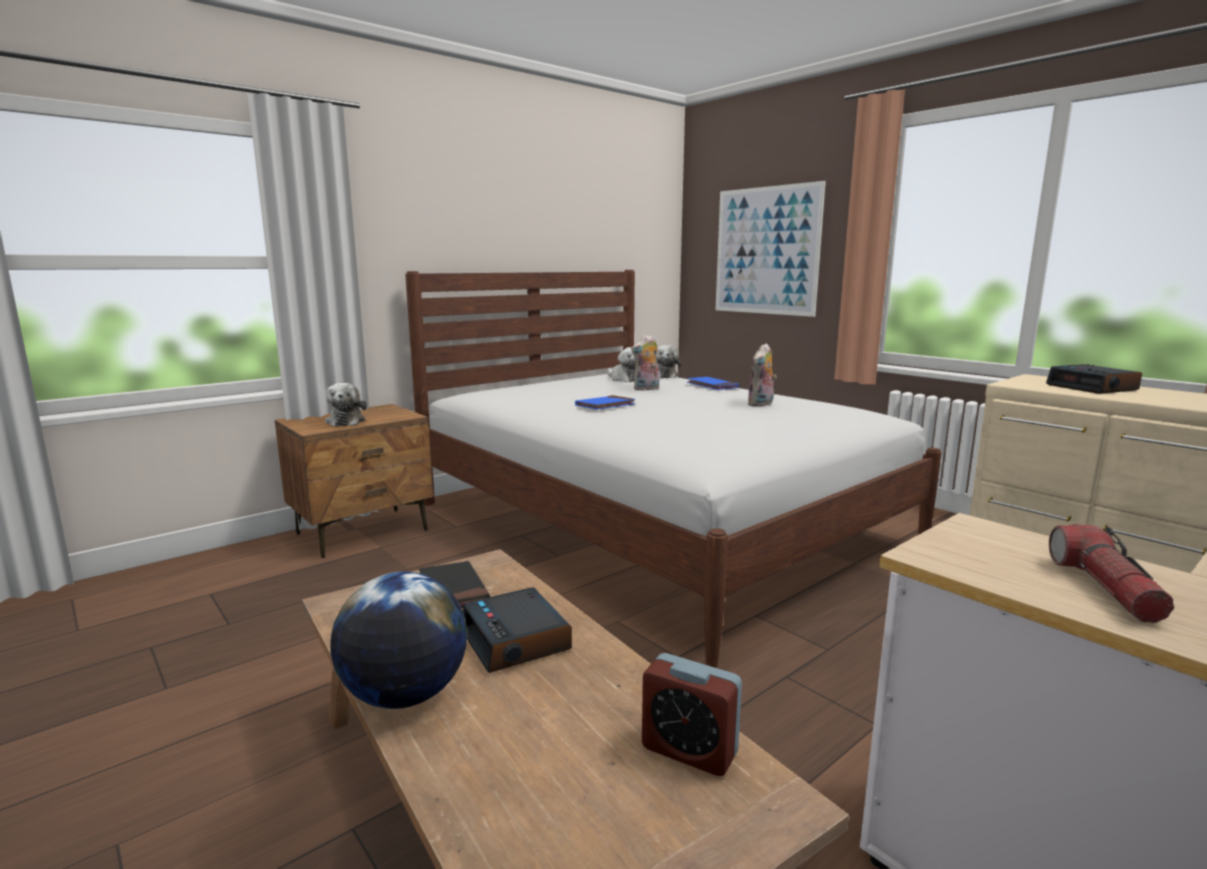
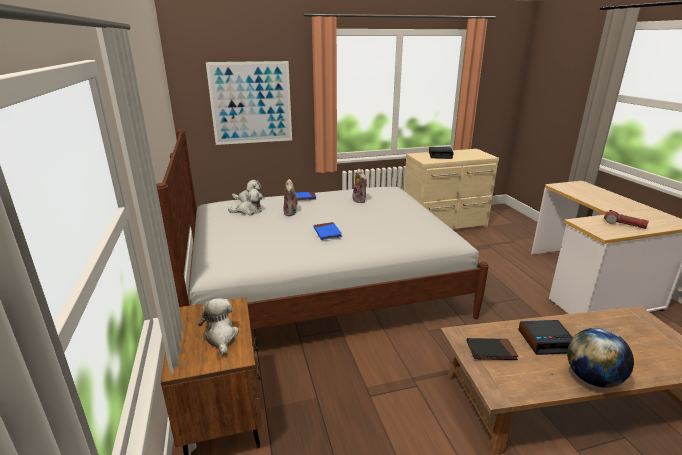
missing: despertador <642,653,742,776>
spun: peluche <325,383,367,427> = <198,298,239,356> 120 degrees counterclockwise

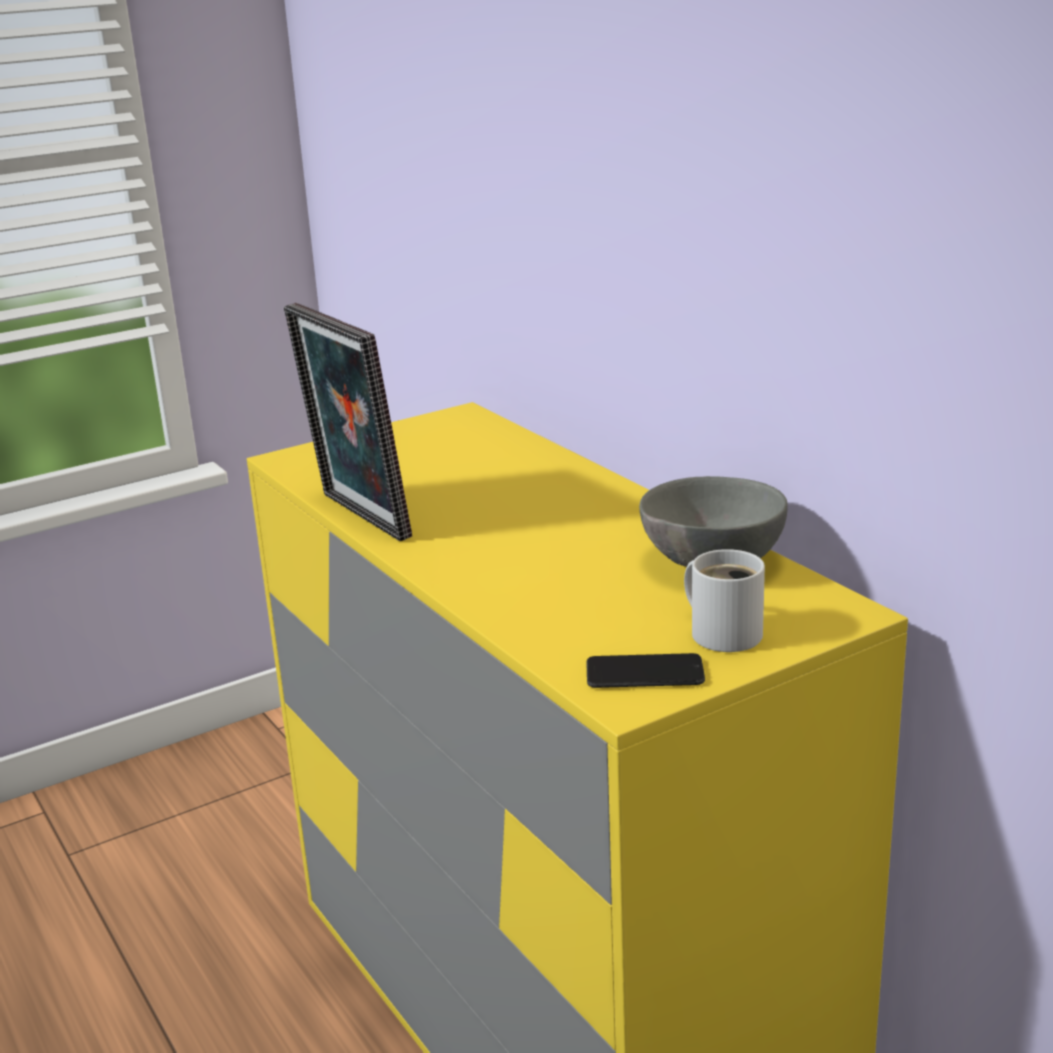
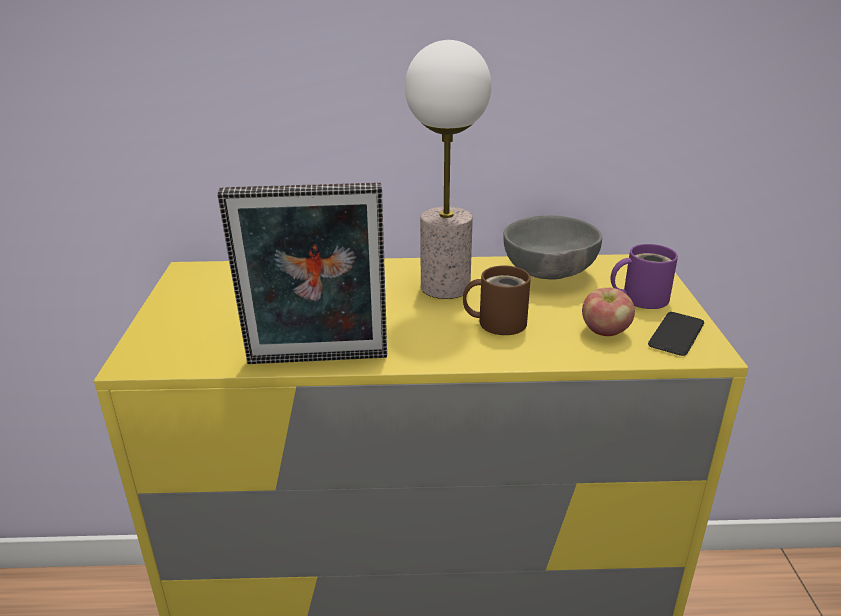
appeared: lámpara de mesa <405,40,491,299>; taza grande/marrón <463,266,531,335>; manzana <582,288,635,336>
colour: taza grande/blanco <684,549,765,652> to taza grande/morado <610,244,678,309>

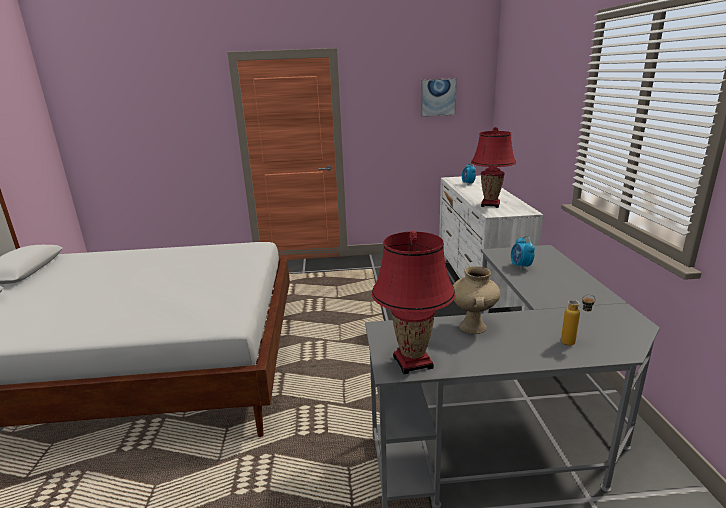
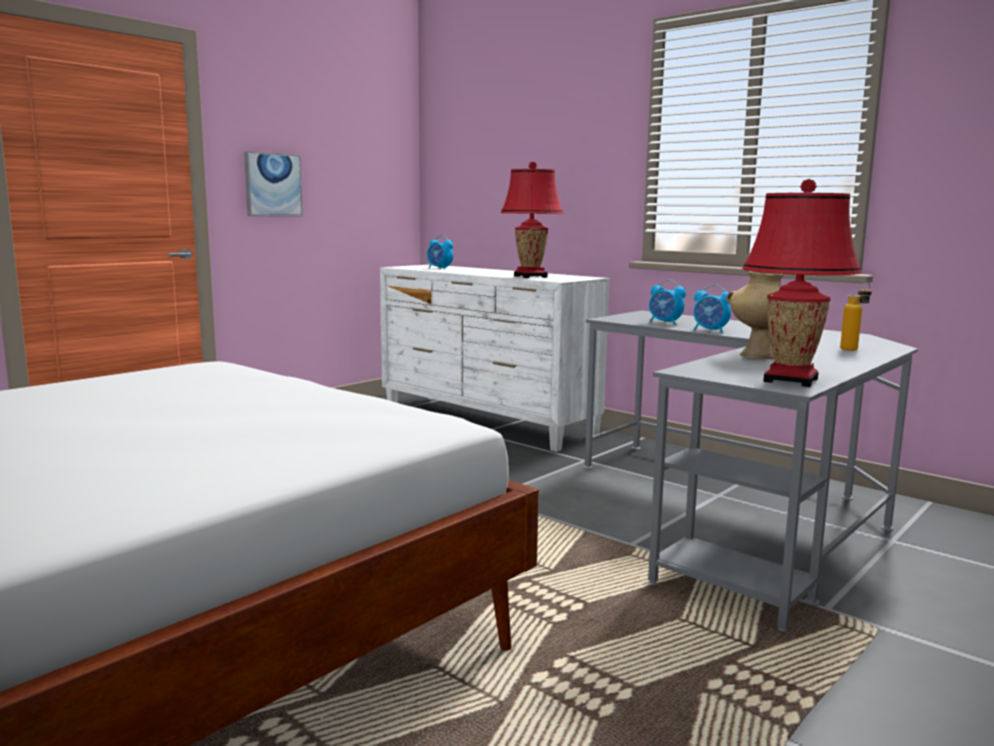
appeared: despertador <694,284,731,333>
relocated: cuadro <421,78,457,117> to <244,151,303,216>

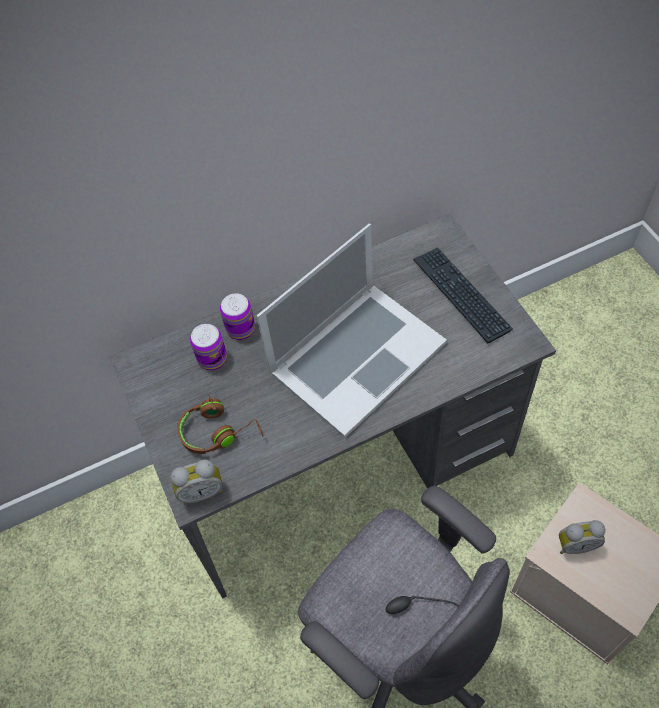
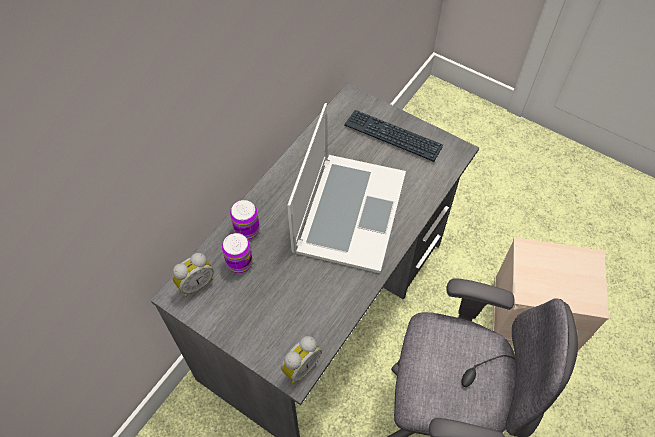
missing: auriculares/marrón <177,395,263,454>
relocated: despertador <559,520,605,554> to <172,253,214,297>

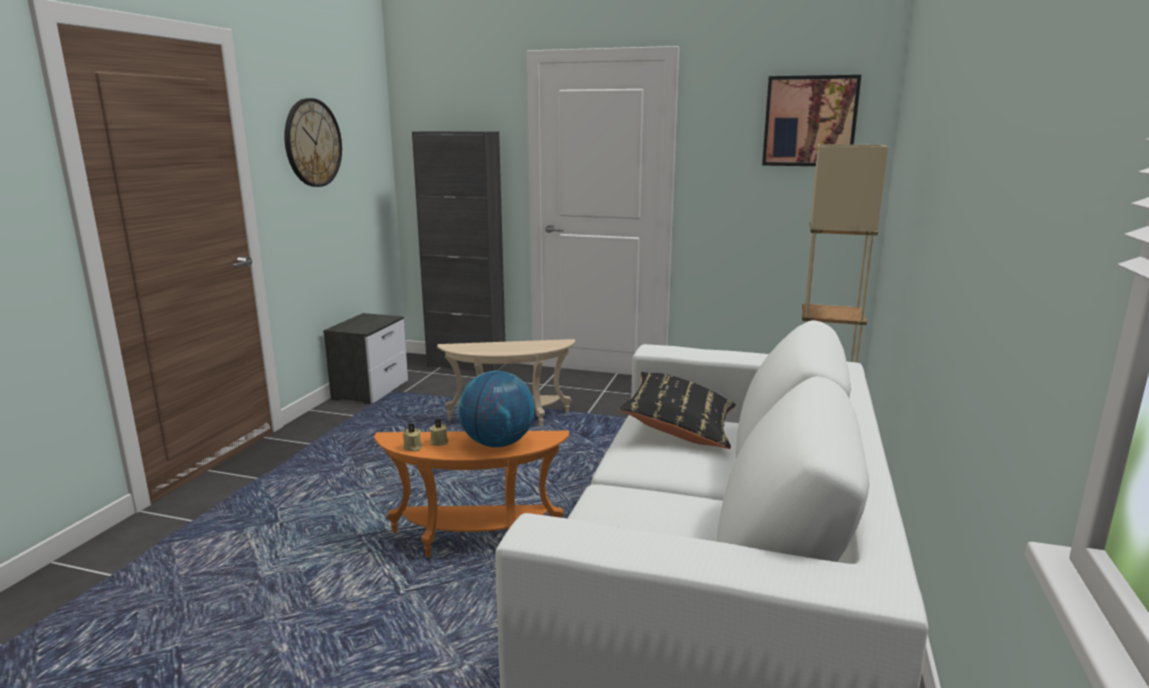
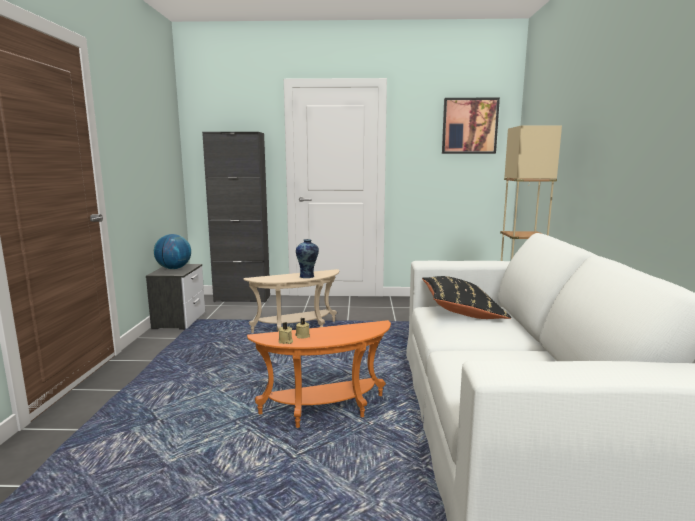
missing: reloj de pared <284,98,342,187>
appeared: florero <296,239,319,278>
relocated: globo terráqueo <458,371,535,447> to <154,234,191,269>

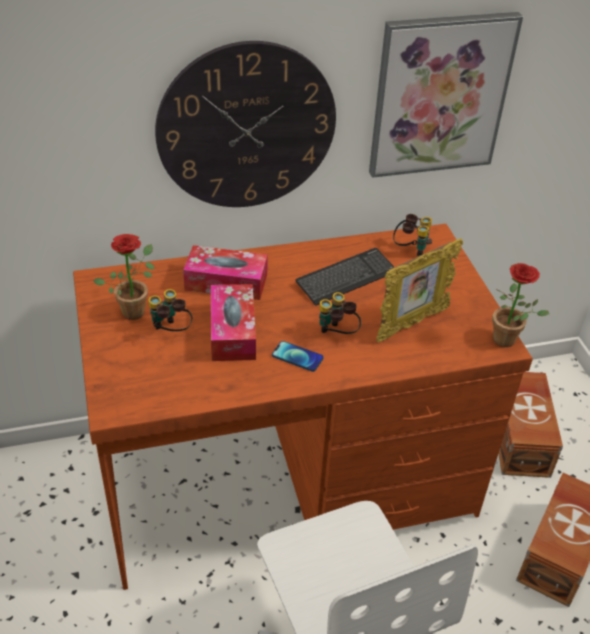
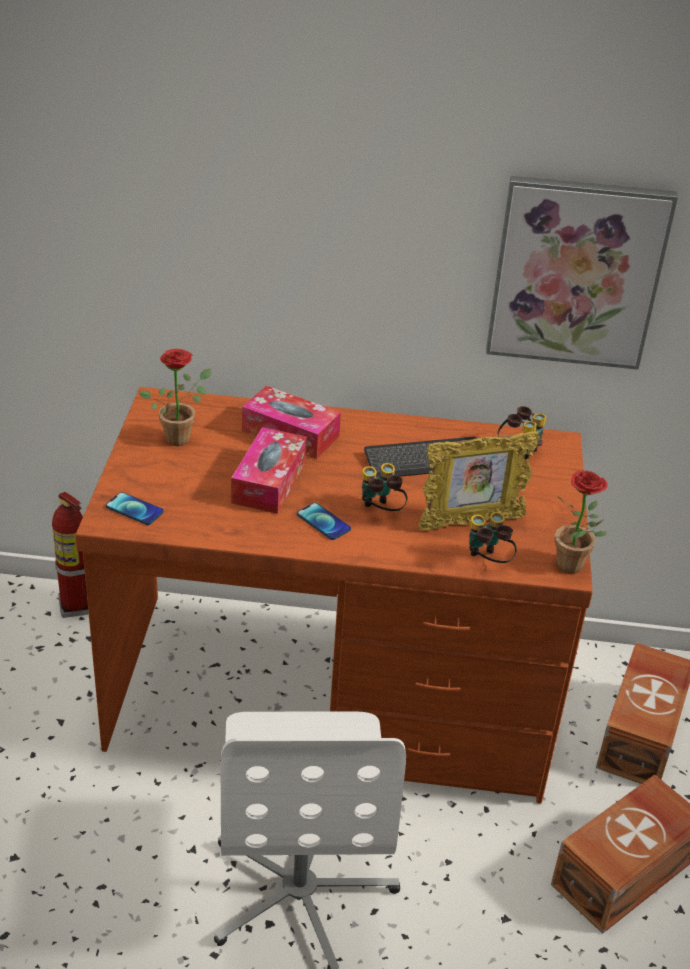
missing: reloj de pared <155,41,336,207>
appeared: extintor <52,492,89,618>; móvil <106,492,164,525>
relocated: prismáticos <148,289,192,331> to <469,512,517,563>

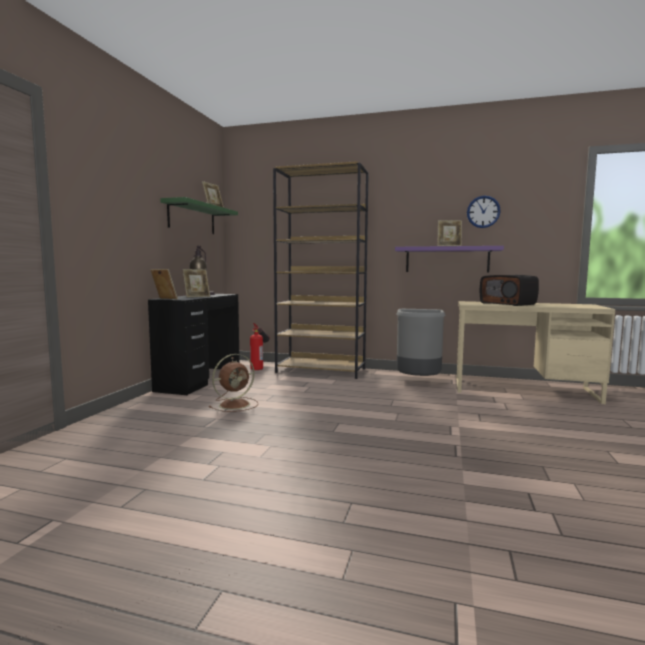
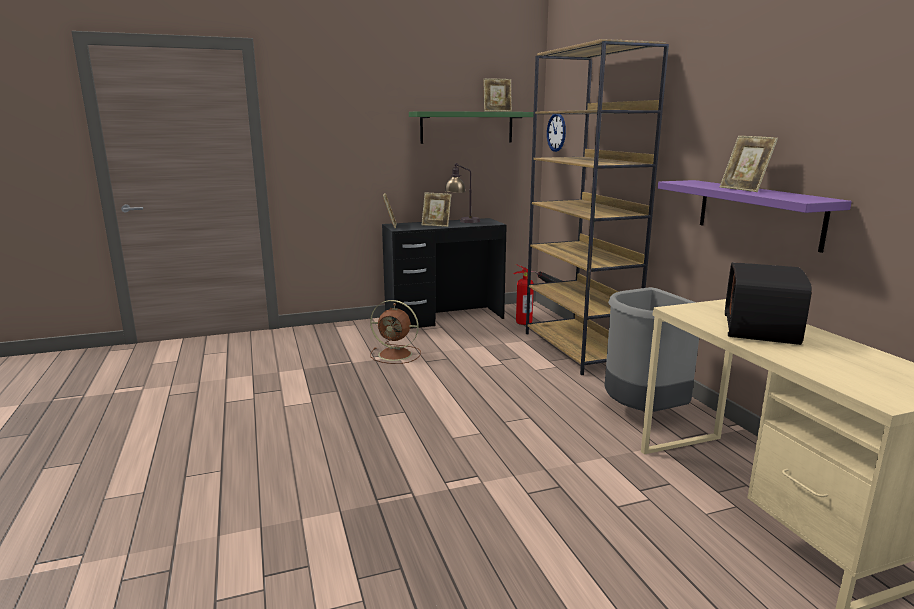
relocated: reloj de pared <467,196,501,228> to <547,114,566,152>

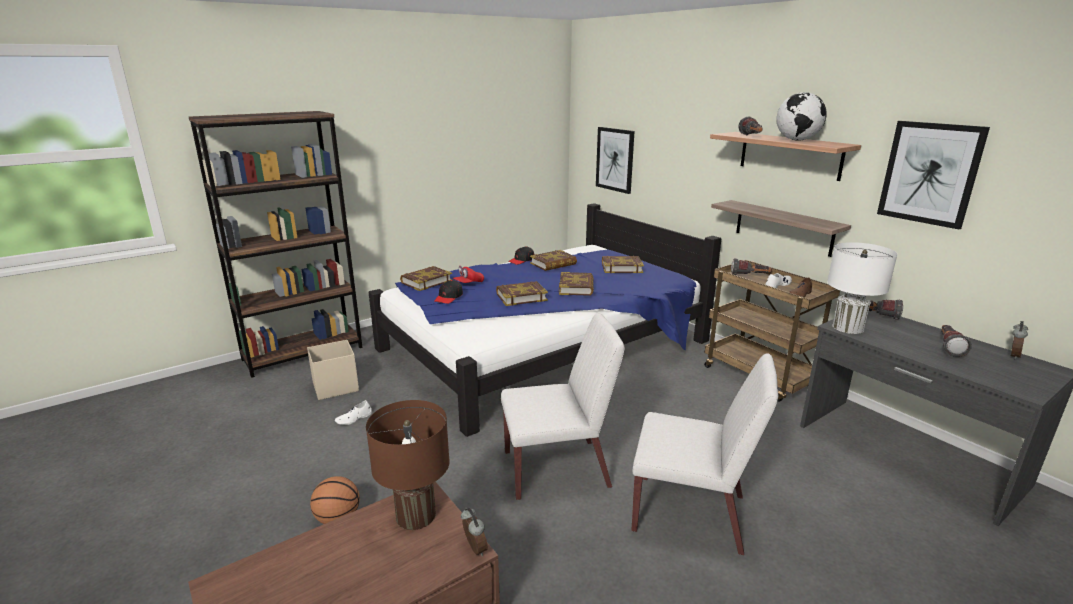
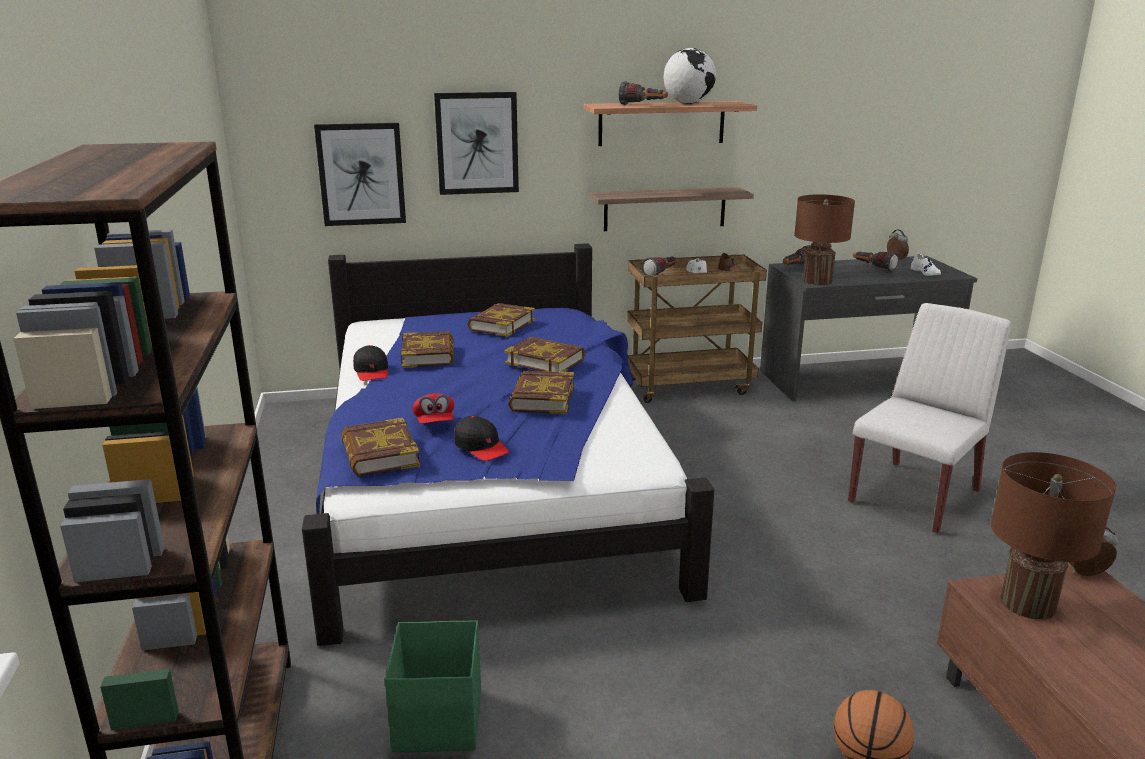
missing: silla/blanco <501,313,624,500>
relocated: cuadro <877,121,990,229> to <434,92,519,195>; zapato/blanco <335,400,372,425> to <911,253,941,276>
colour: lámpara de mesa/blanco <827,242,897,334> to lámpara de mesa/marrón <794,194,855,285>; caja de almacenaje/beis <307,340,359,400> to caja de almacenaje/verde <385,620,481,753>

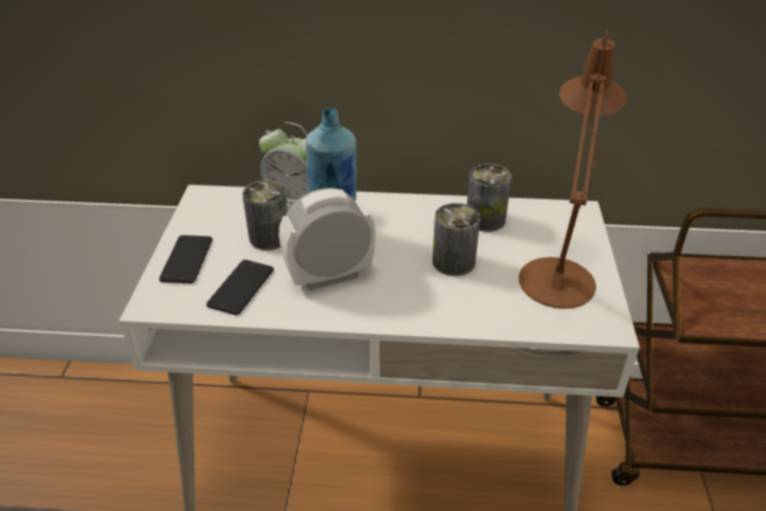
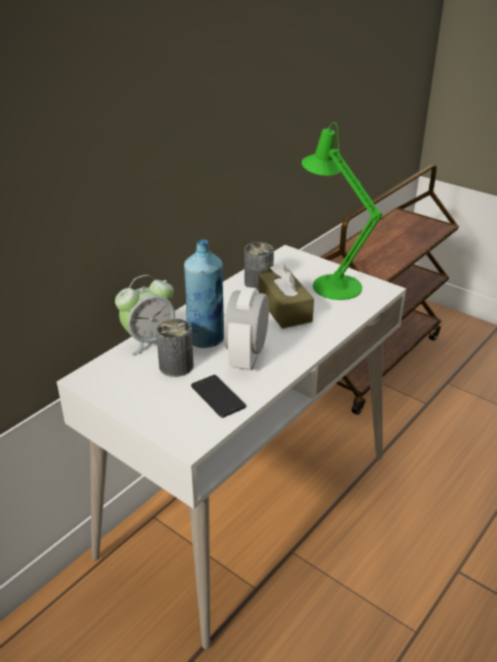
missing: móvil <159,235,213,284>
exchanged: lata <432,203,480,276> to caja de pañuelos/marrón <258,262,314,329>
colour: lámpara de mesa/marrón <519,30,627,309> to lámpara de mesa/verde <302,122,382,300>

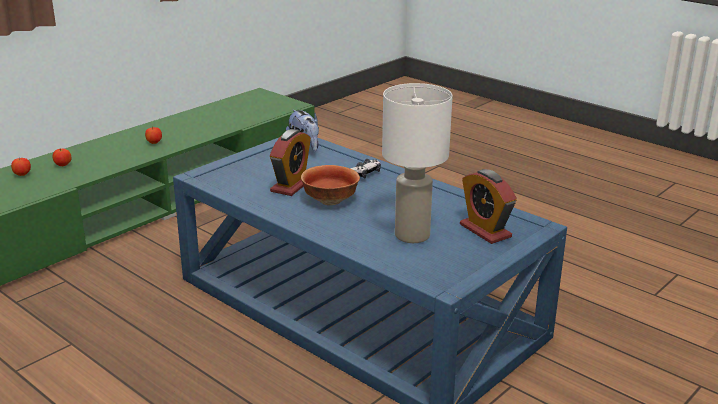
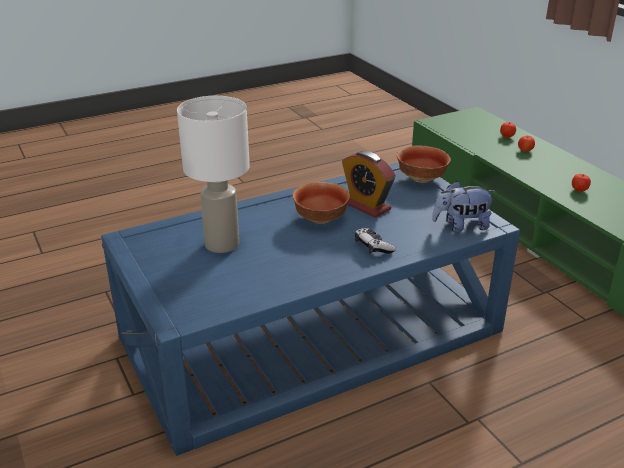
missing: despertador <460,169,517,244>
appeared: cuenco <397,145,451,183>

